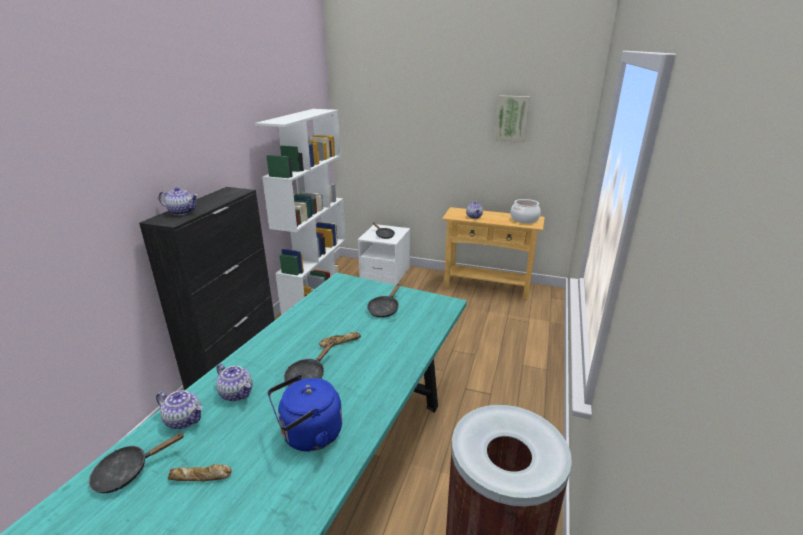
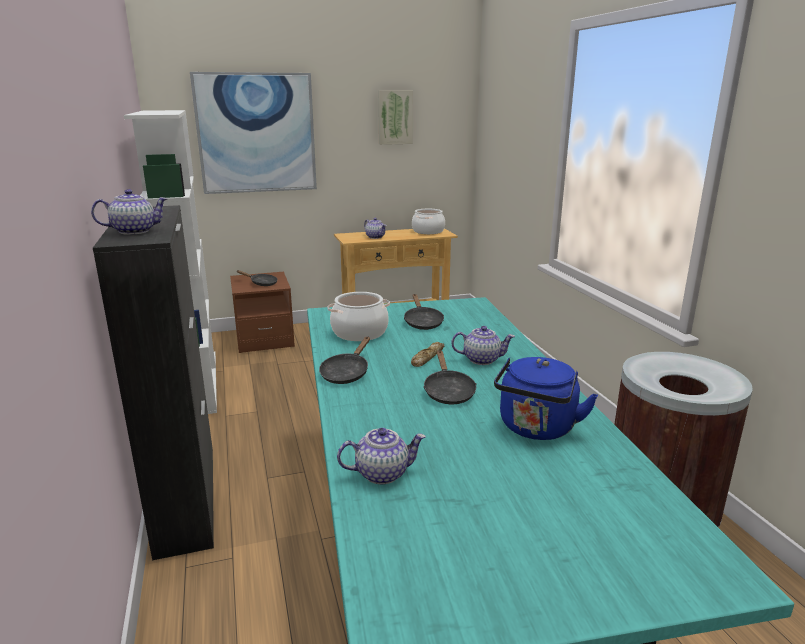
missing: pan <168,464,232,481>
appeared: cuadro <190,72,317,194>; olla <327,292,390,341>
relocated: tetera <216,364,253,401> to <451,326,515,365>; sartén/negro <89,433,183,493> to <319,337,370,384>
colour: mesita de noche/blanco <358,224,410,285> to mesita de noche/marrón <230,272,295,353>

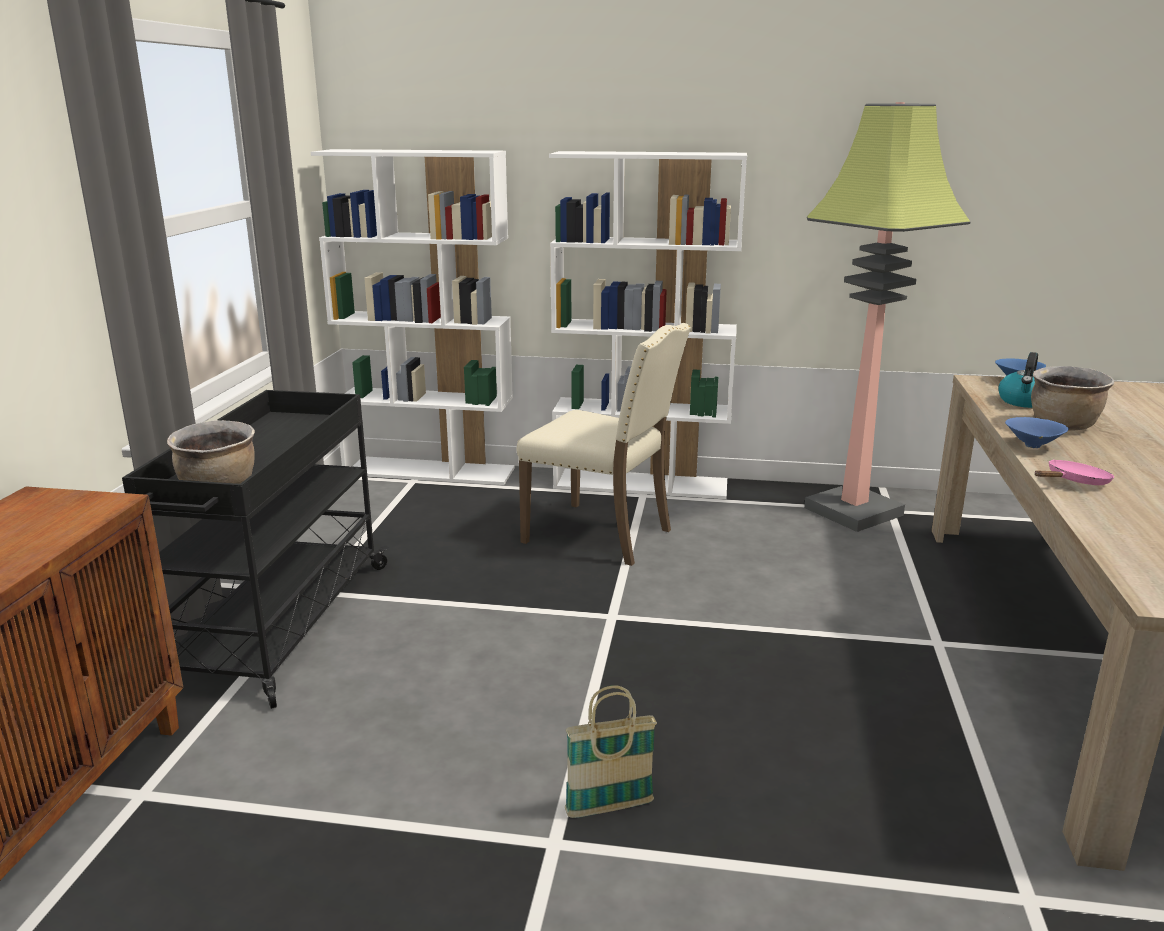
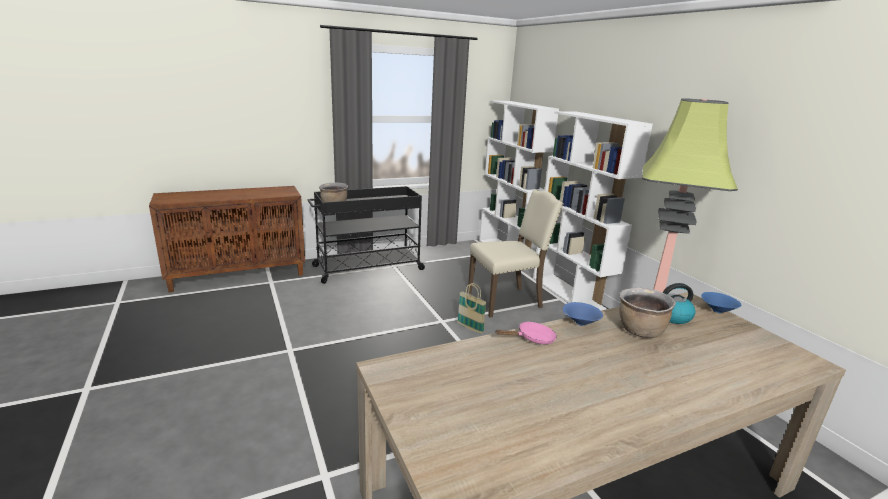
relocated: cesta <565,685,657,818> to <457,283,487,334>
spun: silla/beis <517,323,691,566> = <468,189,564,318> 105 degrees counterclockwise; sartén/rosa <1035,460,1114,485> = <495,322,557,344> 45 degrees counterclockwise

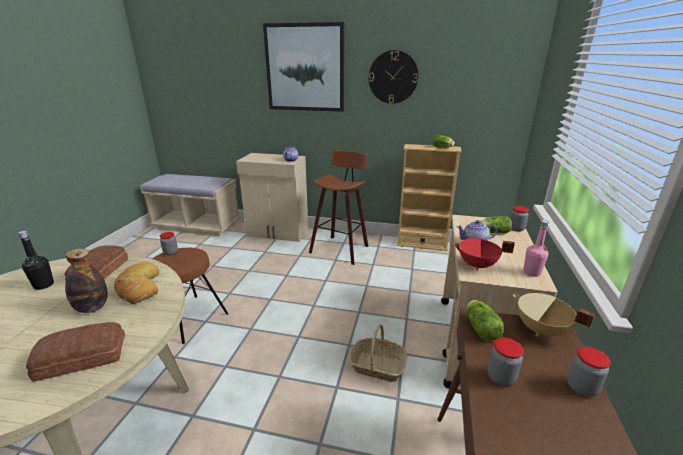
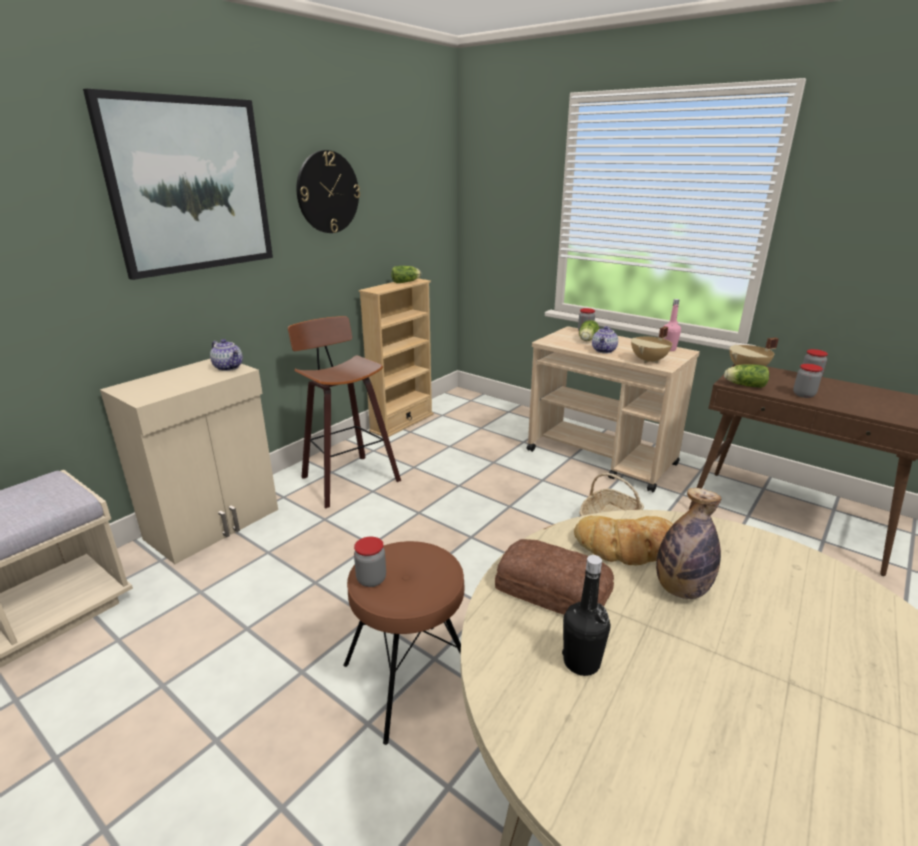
missing: pan <26,322,125,382>
colour: olla/rojo <453,238,515,270> to olla/beis <631,326,672,363>

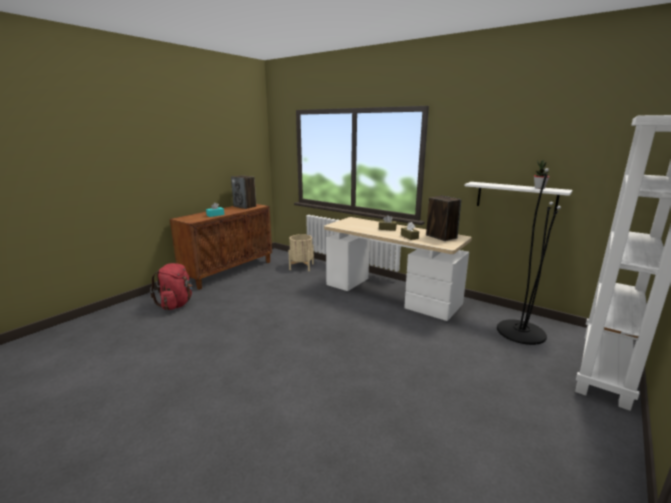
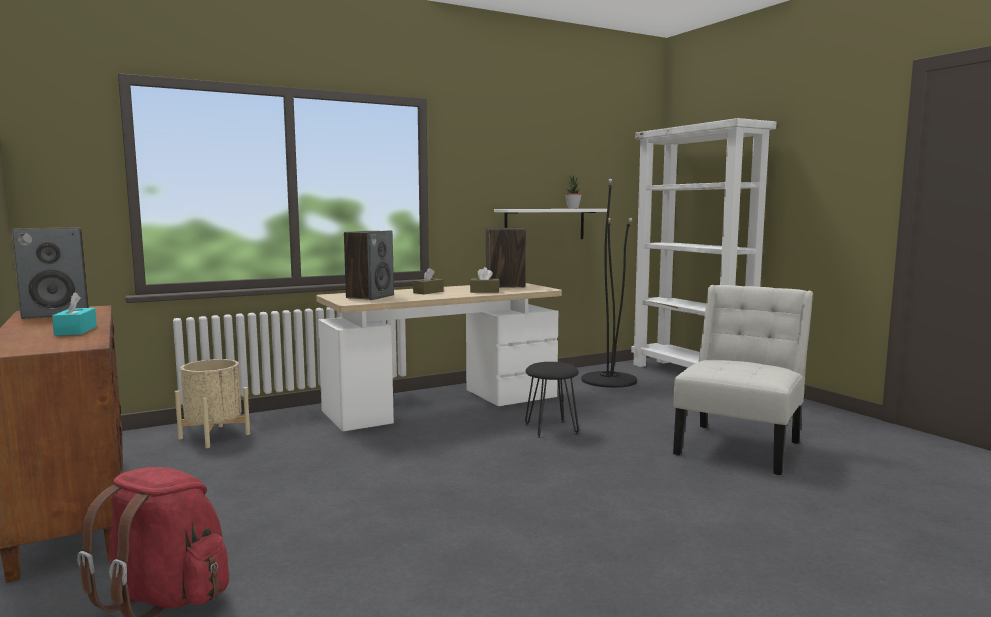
appeared: altavoz <344,230,394,300>; silla/blanco <673,285,813,475>; taburete/negro <525,362,579,438>

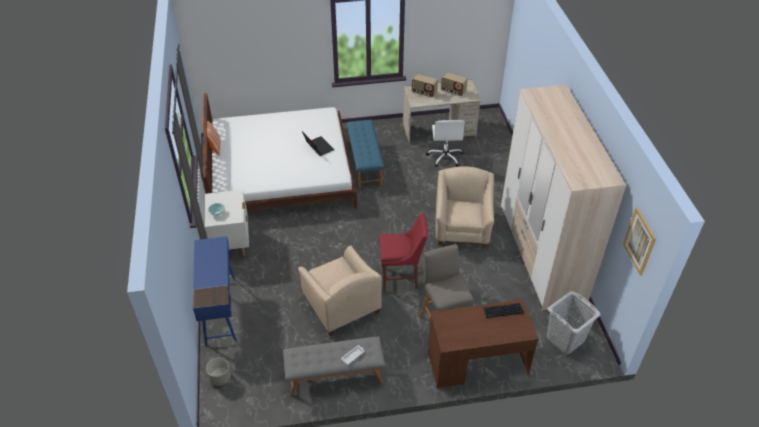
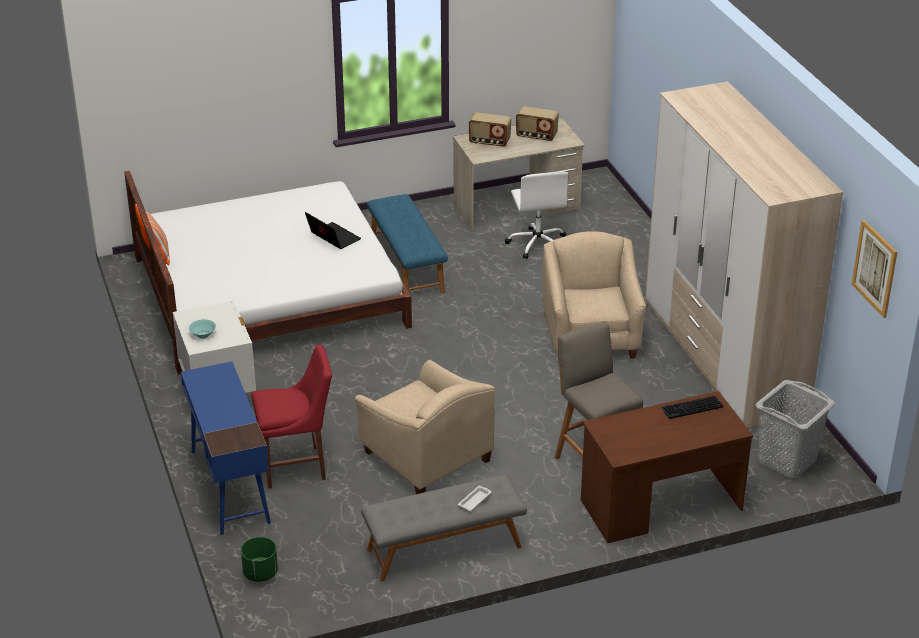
relocated: silla/rojo <379,213,428,291> to <252,344,332,489>
colour: maceta/gris <206,358,231,386> to maceta/verde <241,537,278,582>

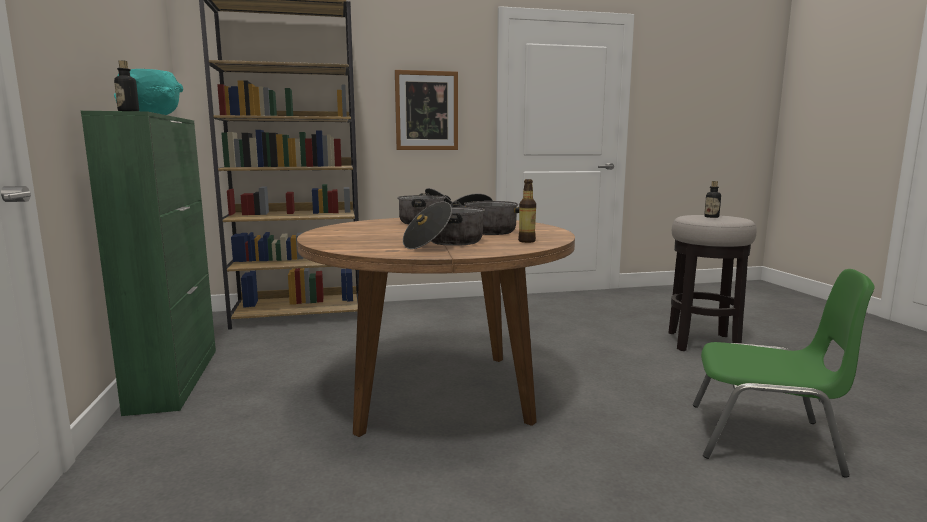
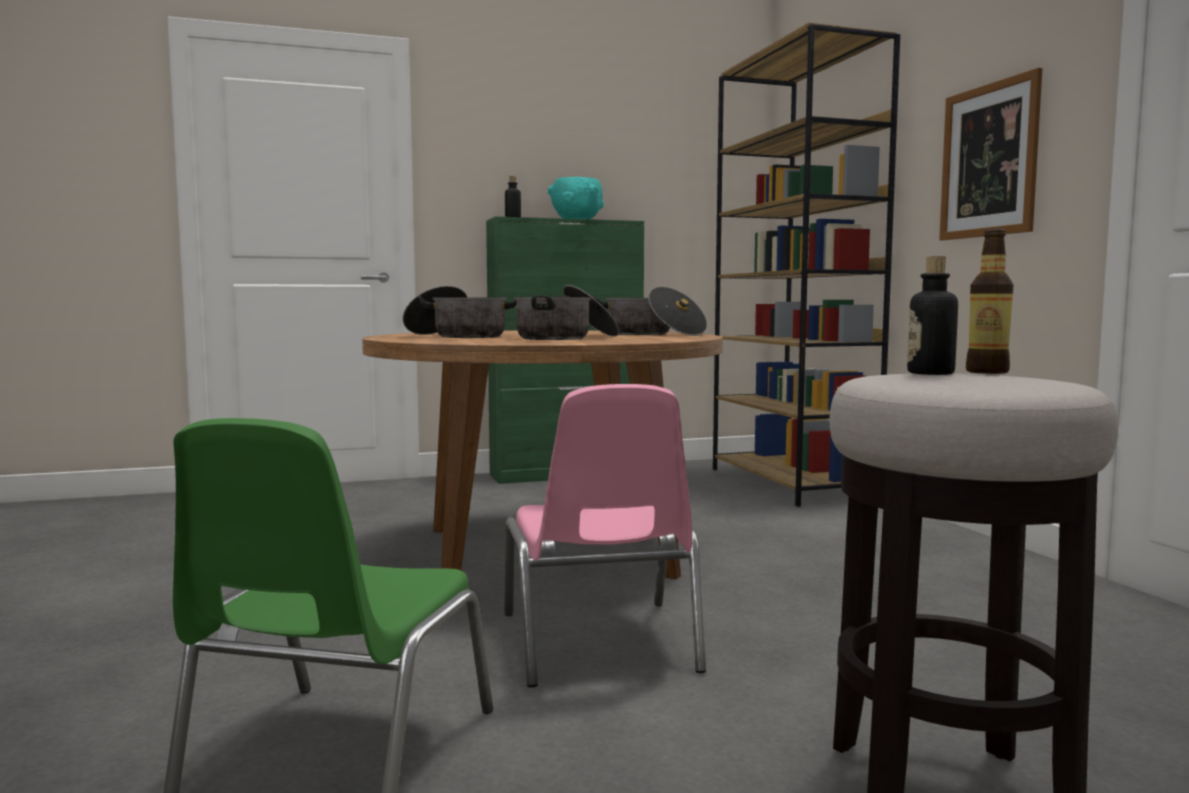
appeared: silla/rosa <504,384,706,687>
relocated: botella <518,179,536,243> to <966,228,1014,374>

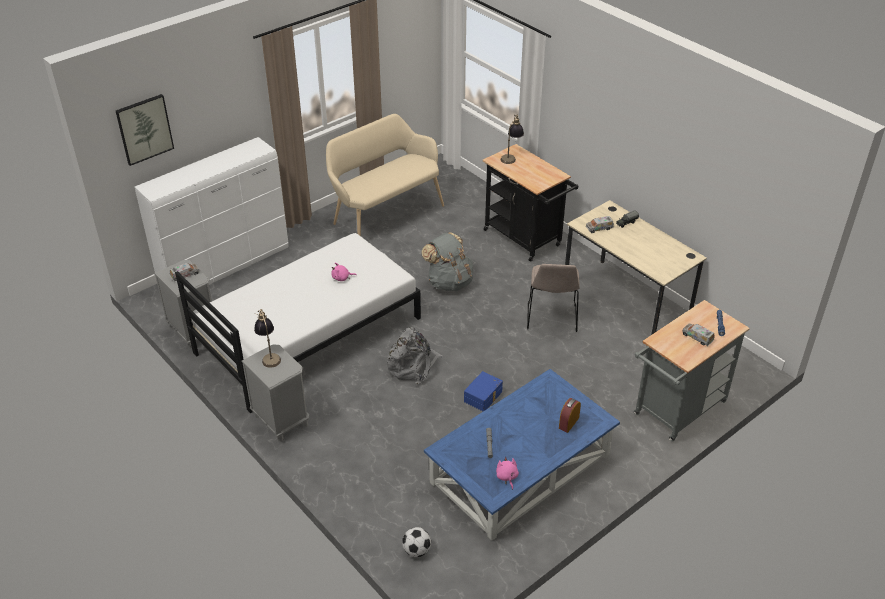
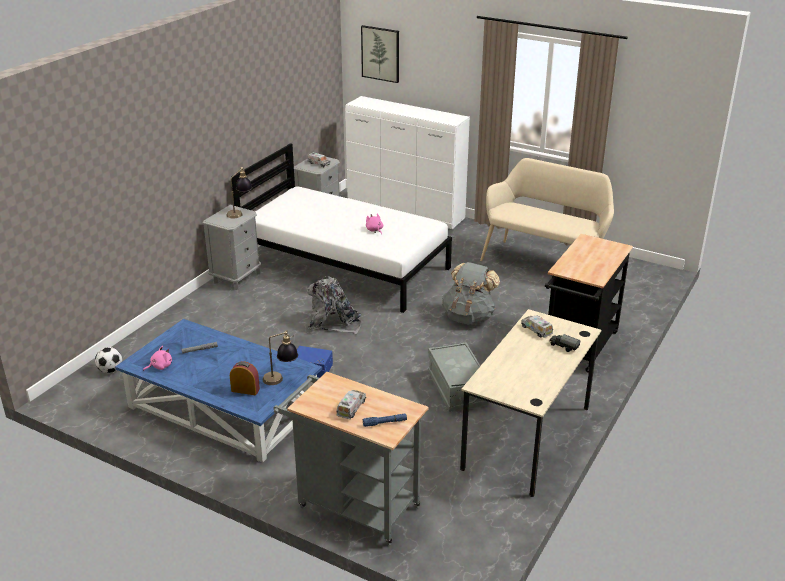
relocated: lámpara de mesa <500,114,524,164> to <263,330,298,385>
exchanged: silla/beis <527,264,580,332> to caja de almacenaje/gris <428,342,488,412>

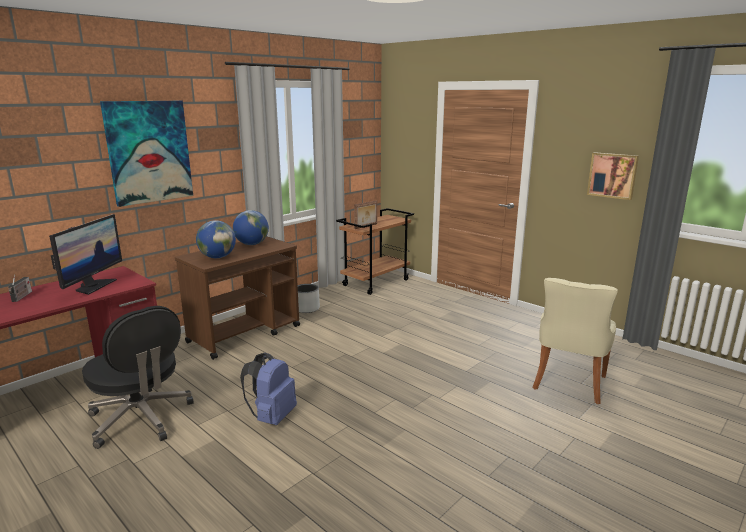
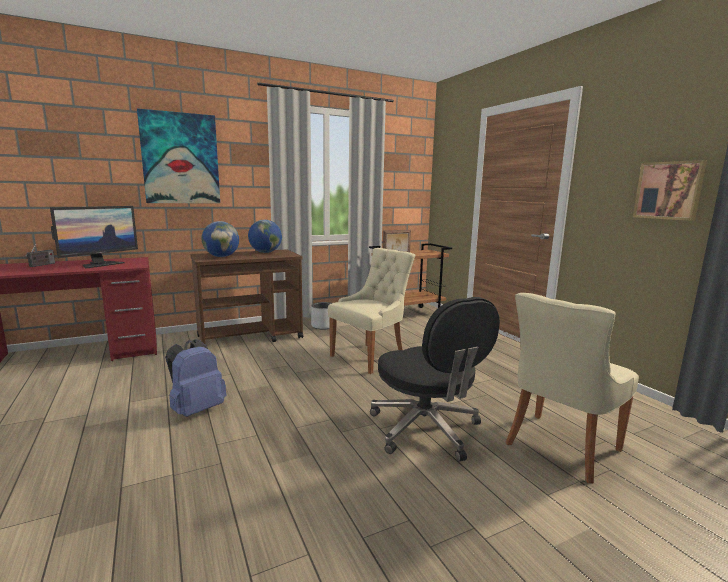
appeared: silla/beis <328,248,415,374>
relocated: silla de oficina/negro <82,306,194,449> to <370,297,500,462>

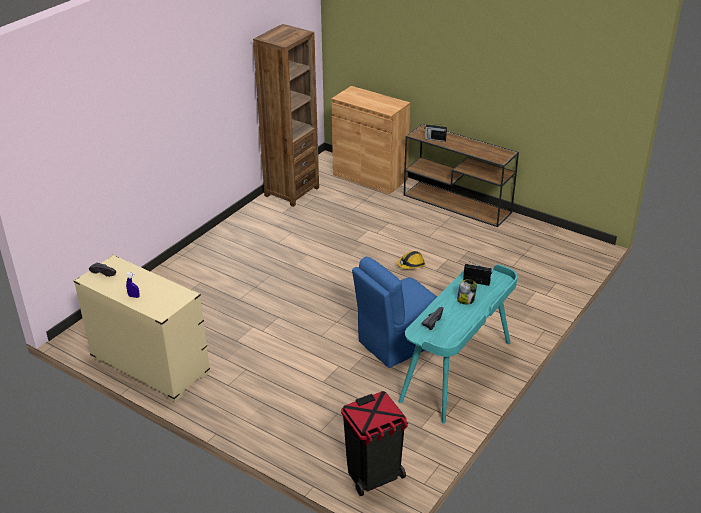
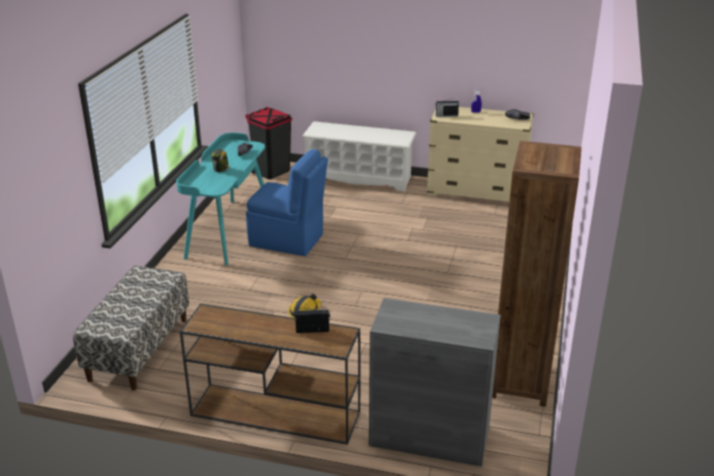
appeared: zapatero/blanco <302,121,417,192>; banco <73,266,189,390>
relocated: radio <463,262,492,286> to <436,98,459,117>
colour: armario/marrón <331,86,410,194> to armario/gris <369,298,501,467>
spun: silla/azul <352,257,437,368> = <246,149,328,256> 75 degrees clockwise

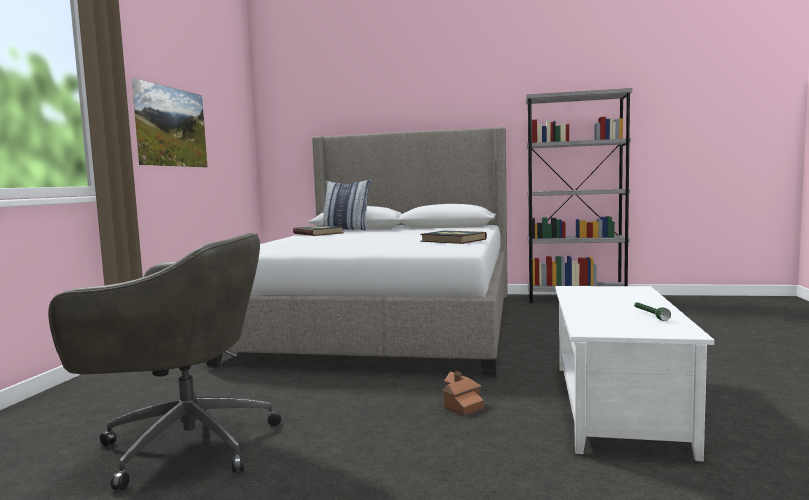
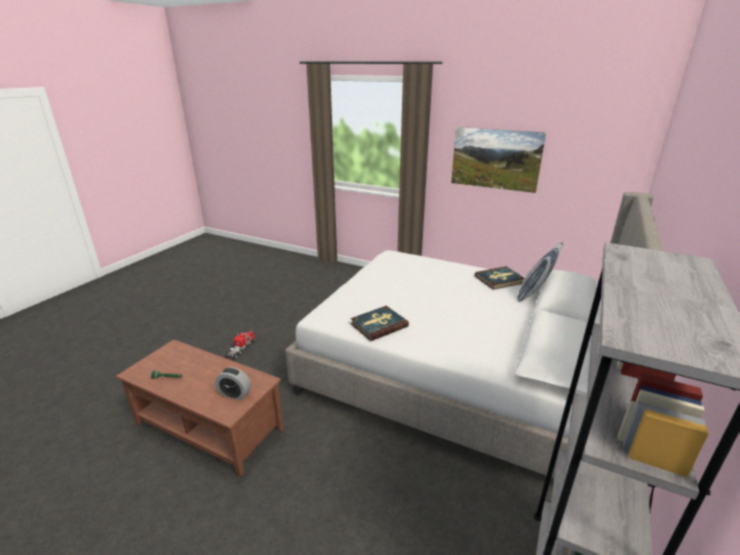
missing: silla de oficina/gris <48,233,281,490>; casita <442,370,484,417>
appeared: camión de juguete <225,331,256,360>; despertador <215,367,251,400>
colour: mesa de centro/blanco <555,286,714,461> to mesa de centro/marrón <116,339,284,477>

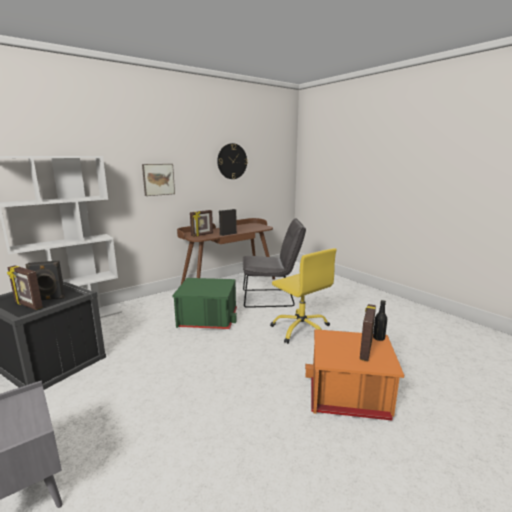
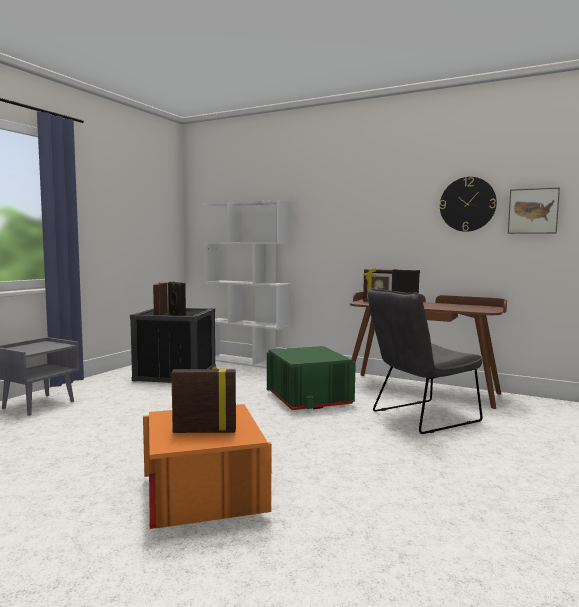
missing: silla de oficina/amarillo <270,248,337,344>; botella/negro <373,300,387,341>
relocated: cuadro <142,164,175,196> to <508,188,560,234>
spun: silla/gris <243,218,306,308> = <368,287,483,434> 90 degrees clockwise

